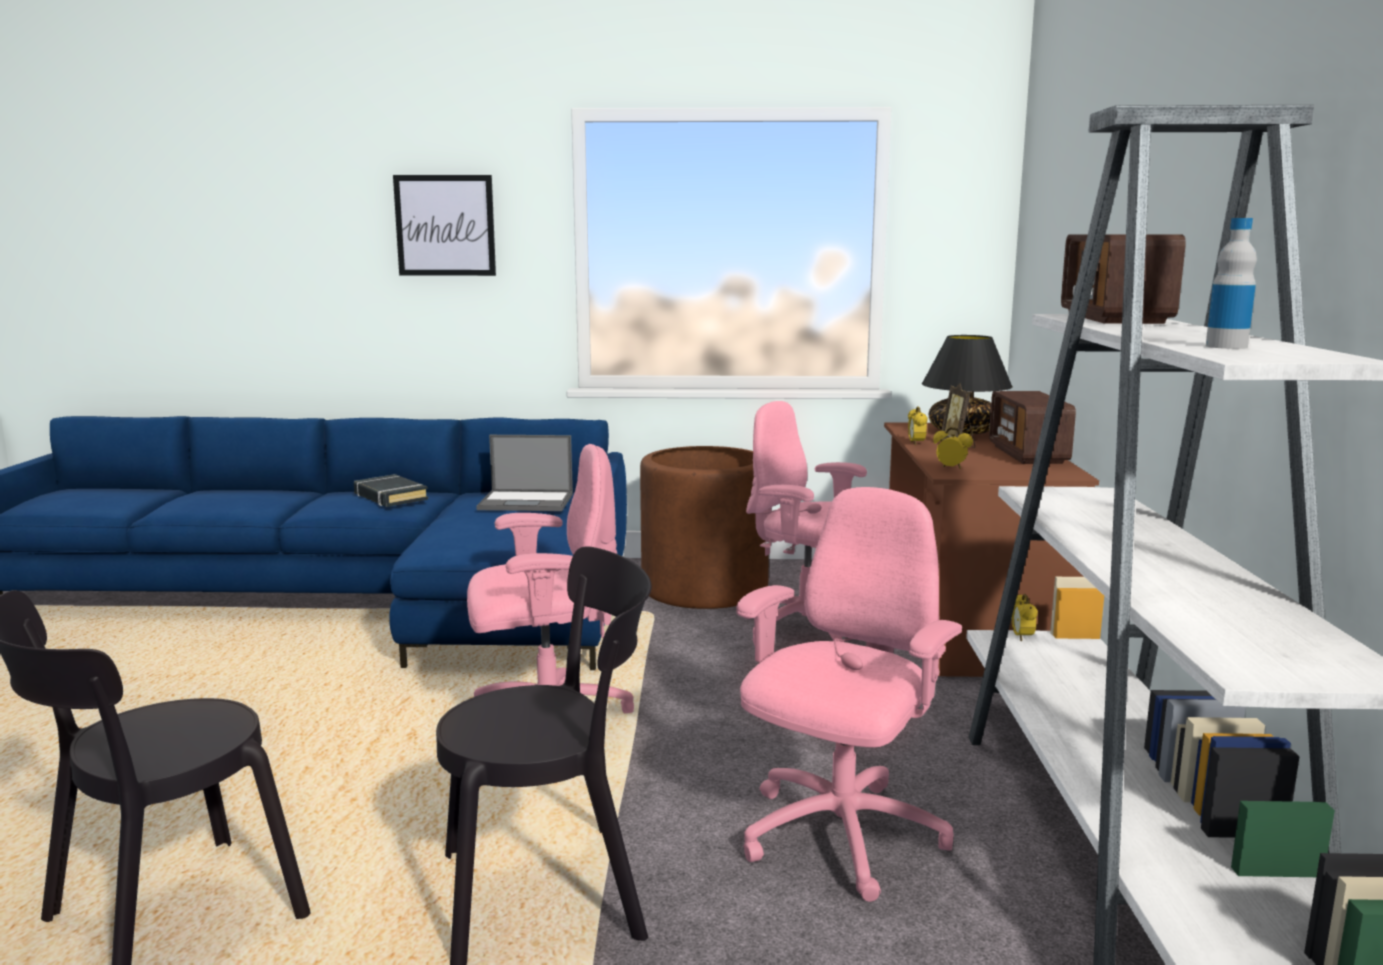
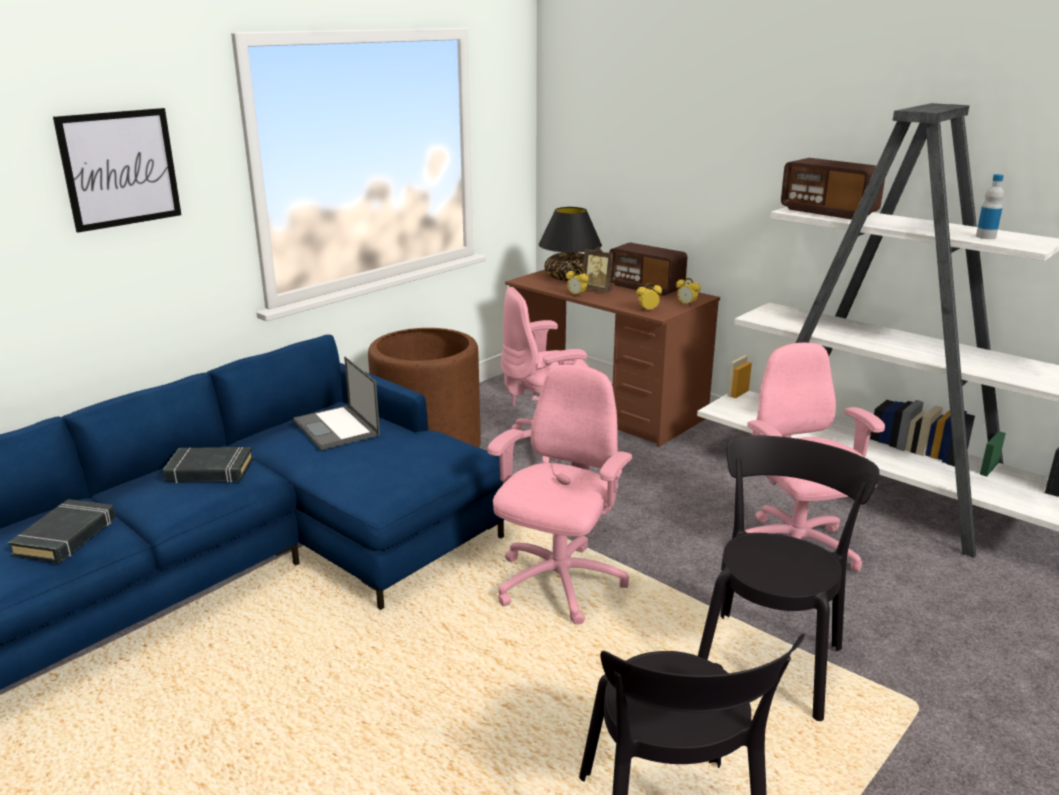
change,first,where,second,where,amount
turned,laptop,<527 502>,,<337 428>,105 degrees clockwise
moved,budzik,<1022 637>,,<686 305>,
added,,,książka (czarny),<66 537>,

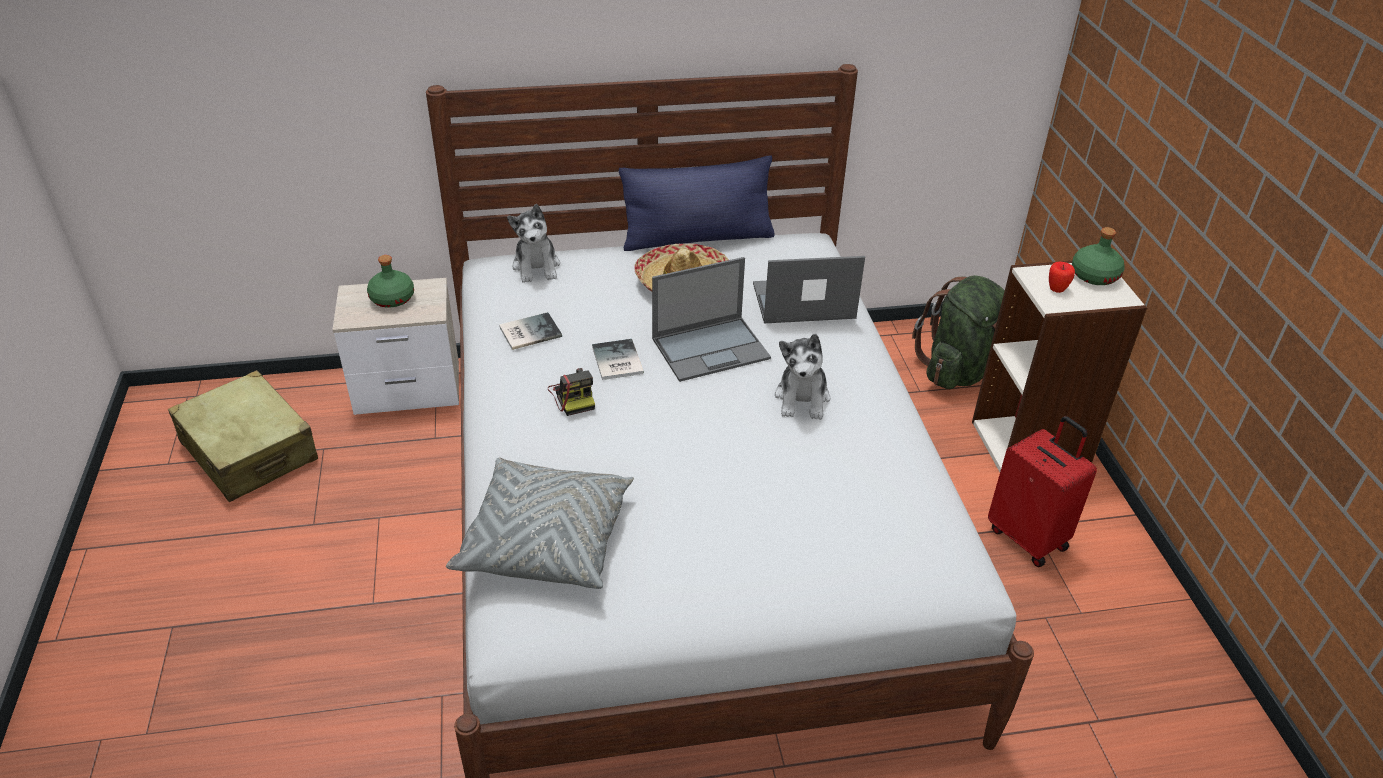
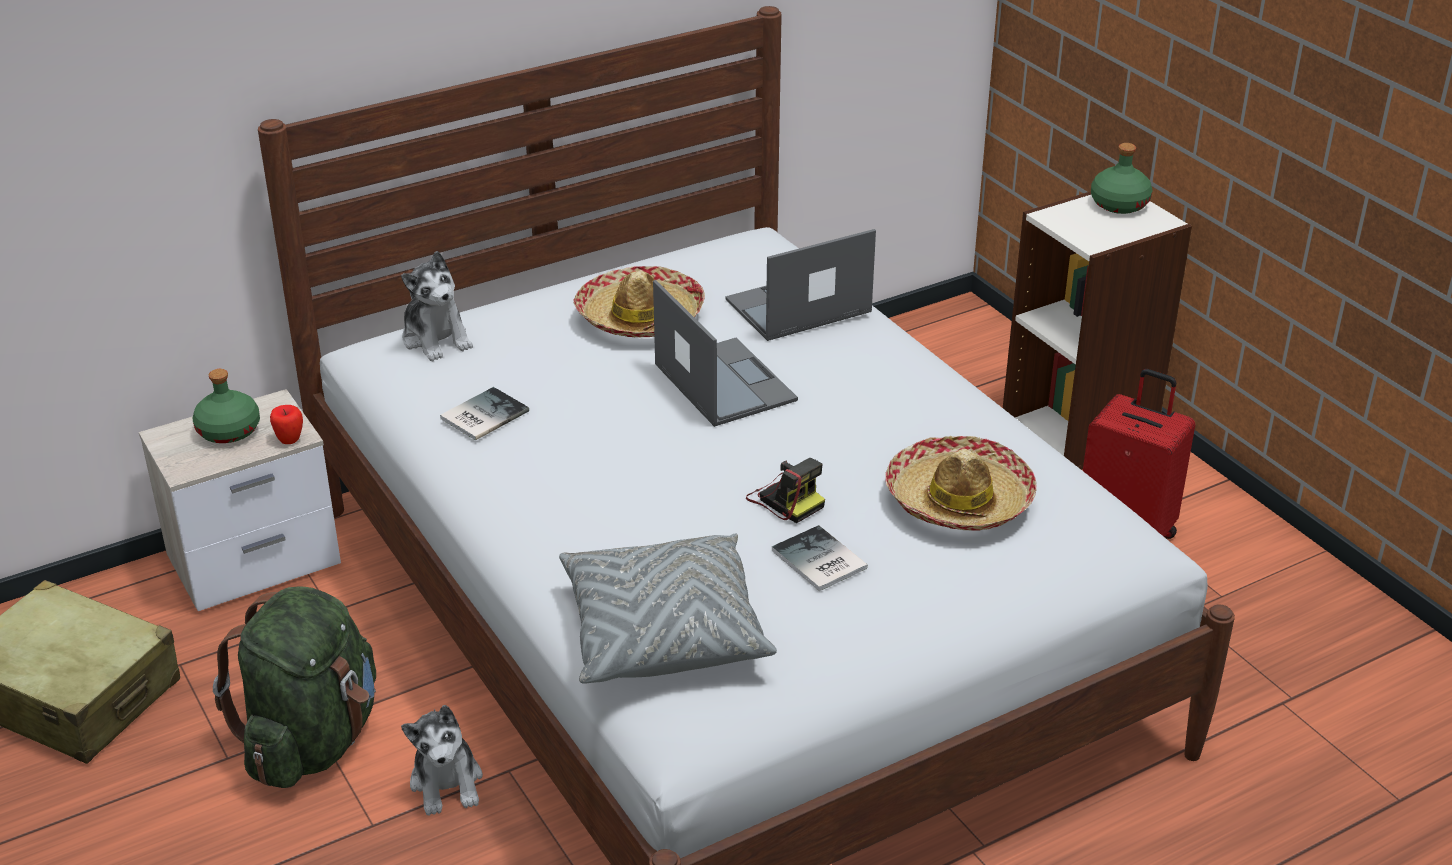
change,first,where,second,where,amount
moved,aparat fotograficzny,<573 396>,,<785 499>,
moved,książka,<616 361>,,<818 562>,
removed,poduszka (niebieski),<697 238>,,,
turned,laptop,<711 348>,,<723 382>,75 degrees counterclockwise
moved,pluszak,<802 398>,,<447 782>,
moved,plecak (zielony),<959 370>,,<313 741>,
moved,jabłko,<1057 289>,,<289 440>,
added,,,kapelusz,<959 500>,

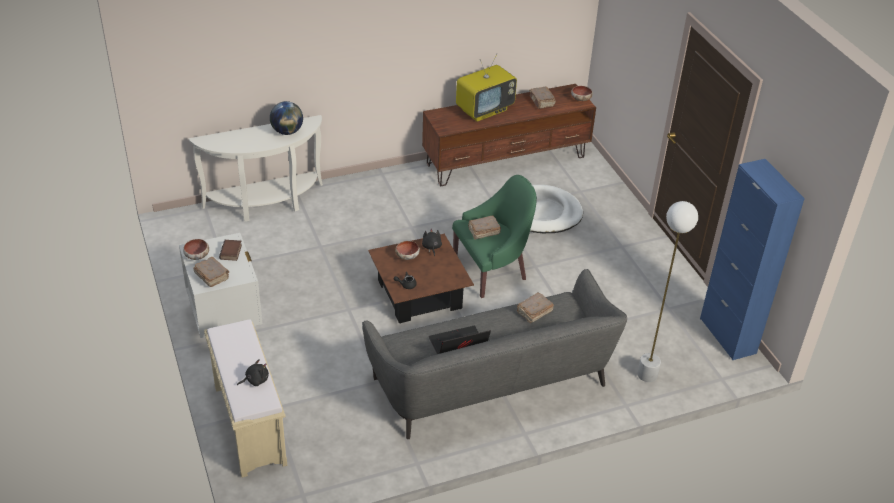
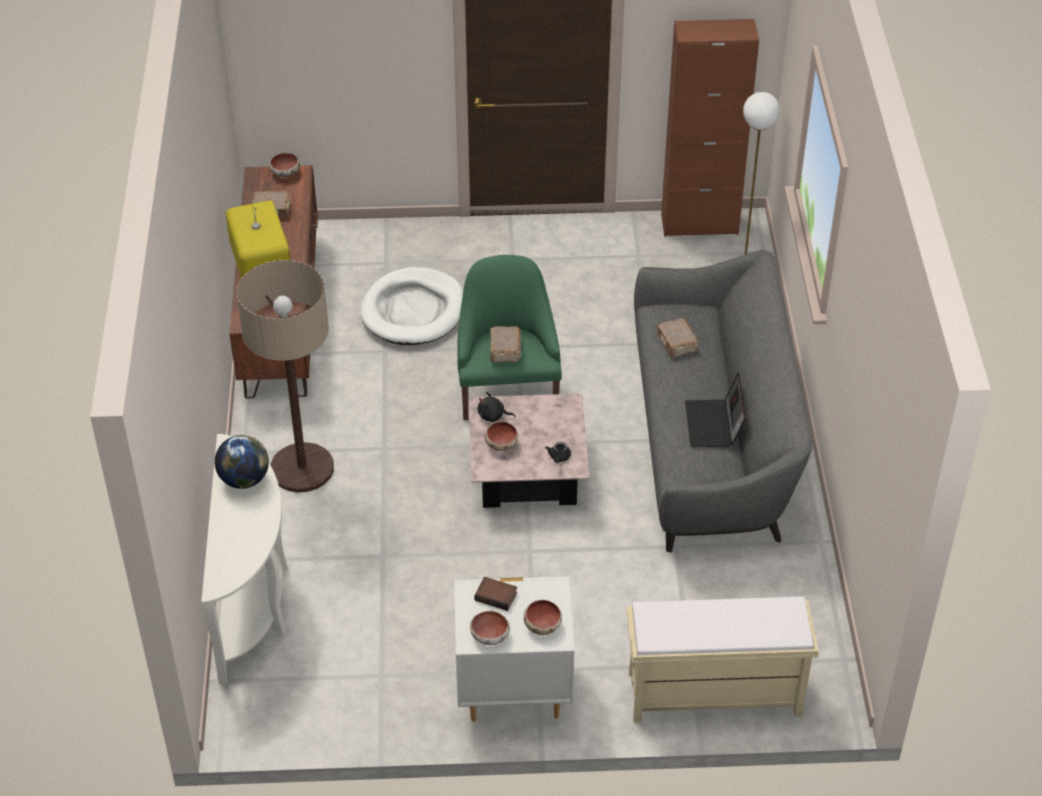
change,first,where,second,where,amount
replaced,książka (brązowy),<212 276>,miska,<542 625>,
removed,pluszak (czarny),<255 380>,,,
recoloured,ława (brązowy),<419 294>,ława (różowy),<527 472>,
recoloured,szafka (niebieski),<727 336>,szafka (brązowy),<699 224>,
added,,,lampa stojąca,<302 468>,

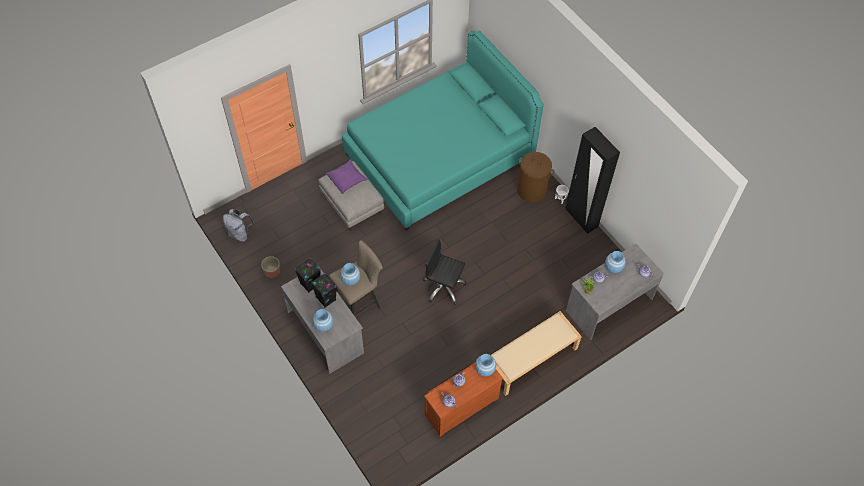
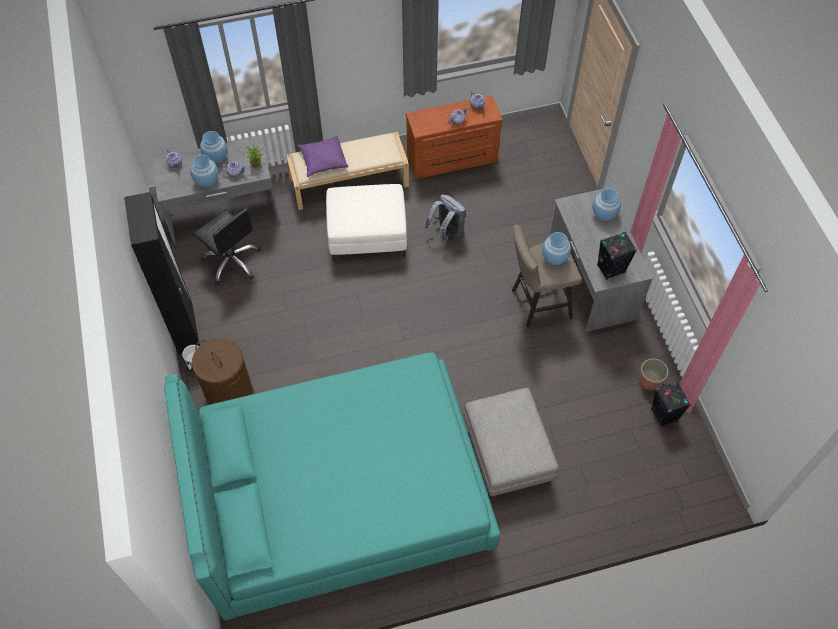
change,first,where,second,where,amount
moved,plecak (szary),<240 233>,,<447 232>,
moved,głośnik (czarny),<325 299>,,<664 415>,
moved,poduszka (fioletowy),<346 179>,,<323 160>,
moved,krzesło biurowe (czarny),<443 287>,,<232 261>,
moved,wazon (niebieski),<485 369>,,<216 157>,
added,,,pufa (biały),<367 234>,

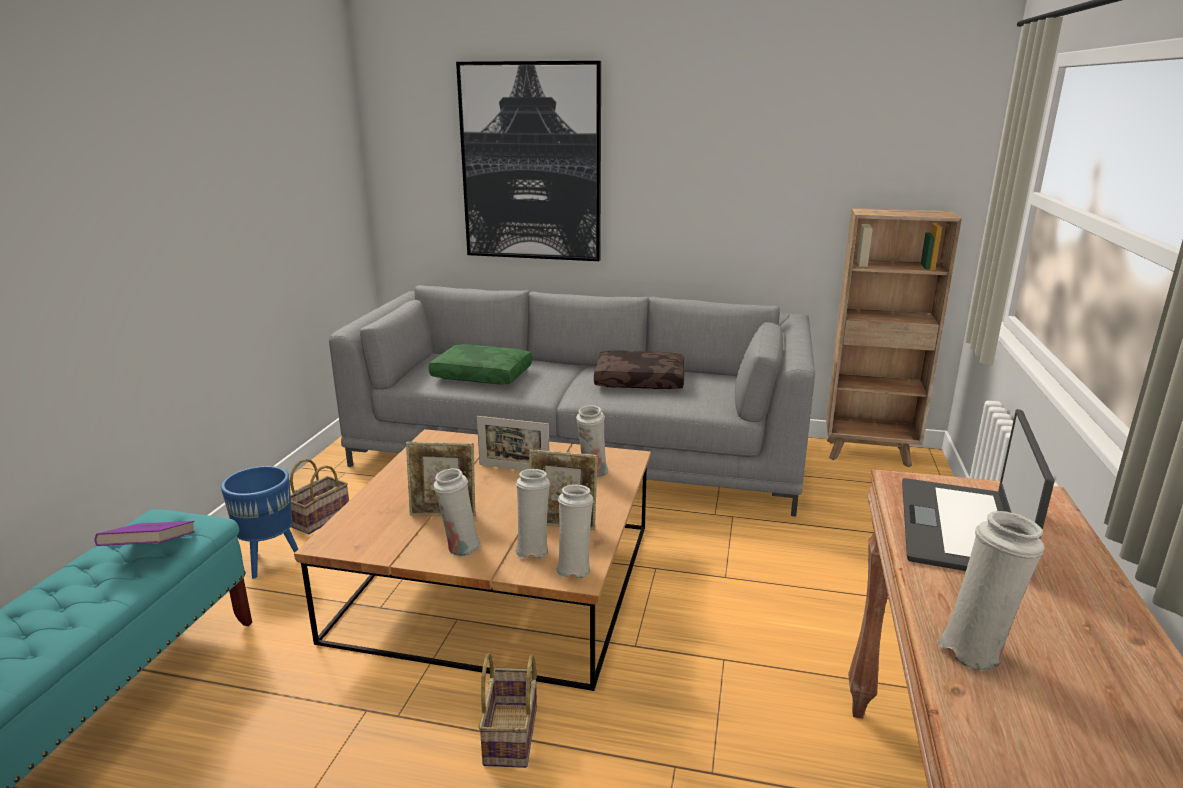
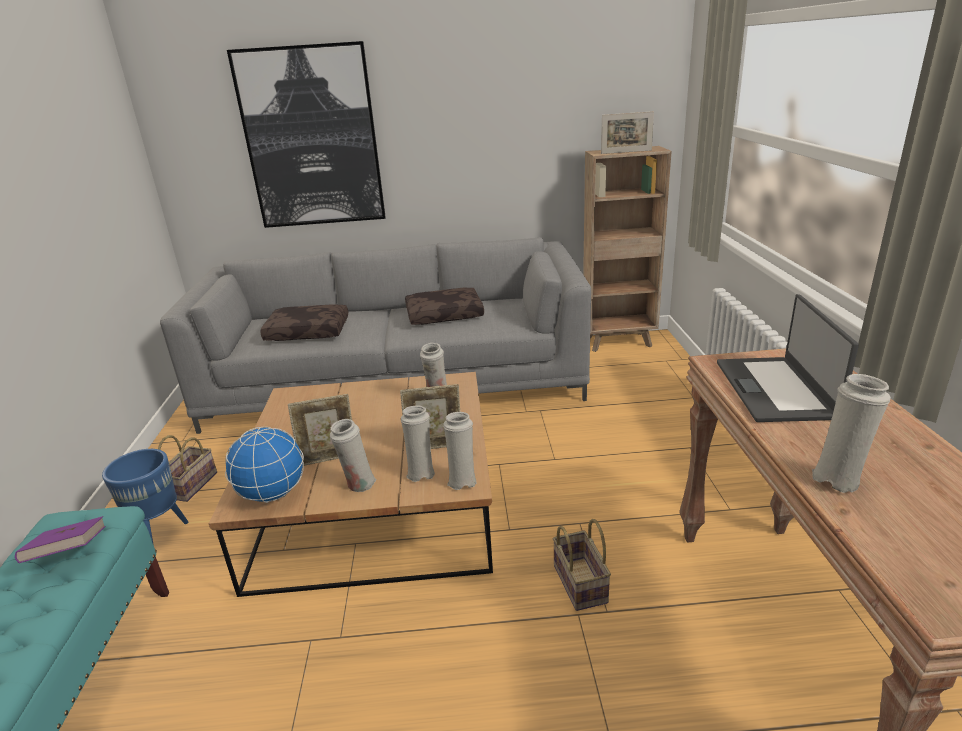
change,first,where,second,where,amount
recoloured,poduszka (zielony),<483 375>,poduszka (brązowy),<309 331>,
moved,ramka na zdjęcie,<514 468>,,<626 152>,
moved,koszyk,<512 736>,,<582 584>,
added,,,globus,<273 494>,

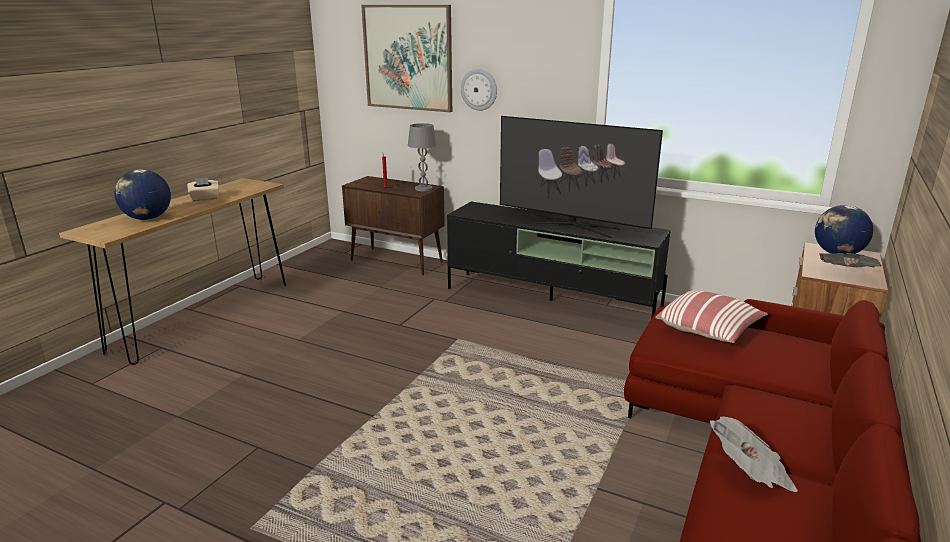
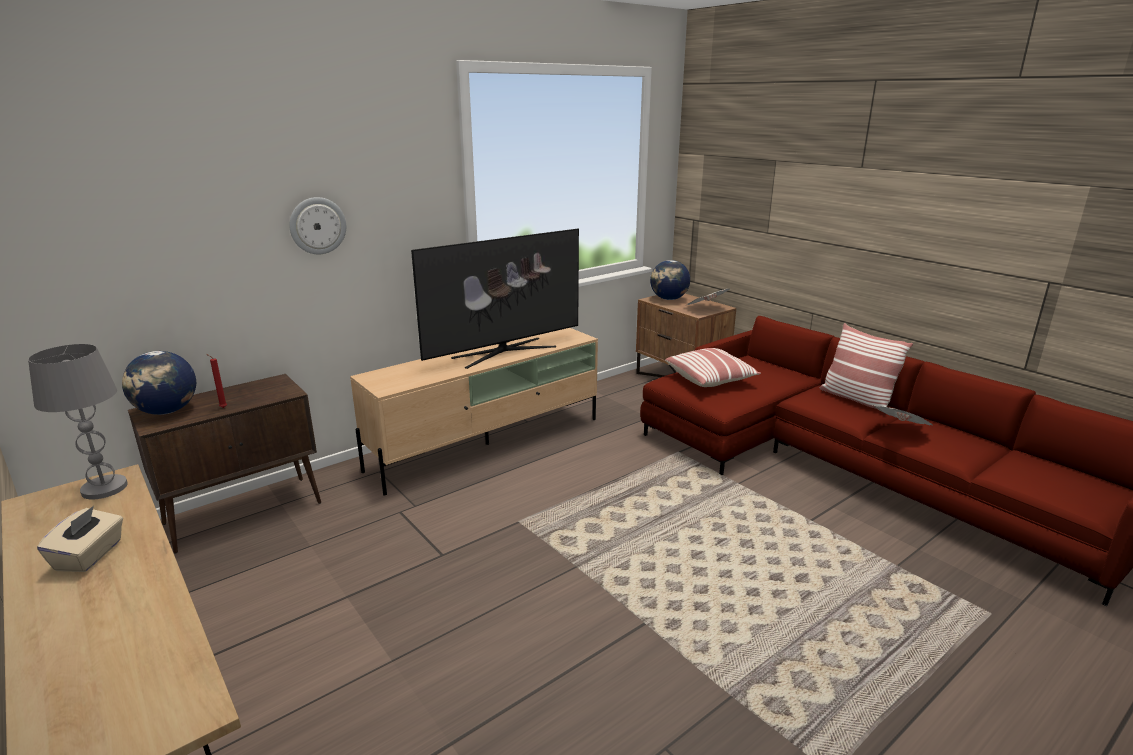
change,first,where,second,where,amount
moved,globus,<147 218>,,<167 411>,
removed,obraz,<408 58>,,,
moved,lampa stołowa (szary),<423 189>,,<105 488>,
recoloured,szafka pod telewizor (czarny),<552 300>,szafka pod telewizor (beżowy),<489 443>,
added,,,poduszka,<856 399>,

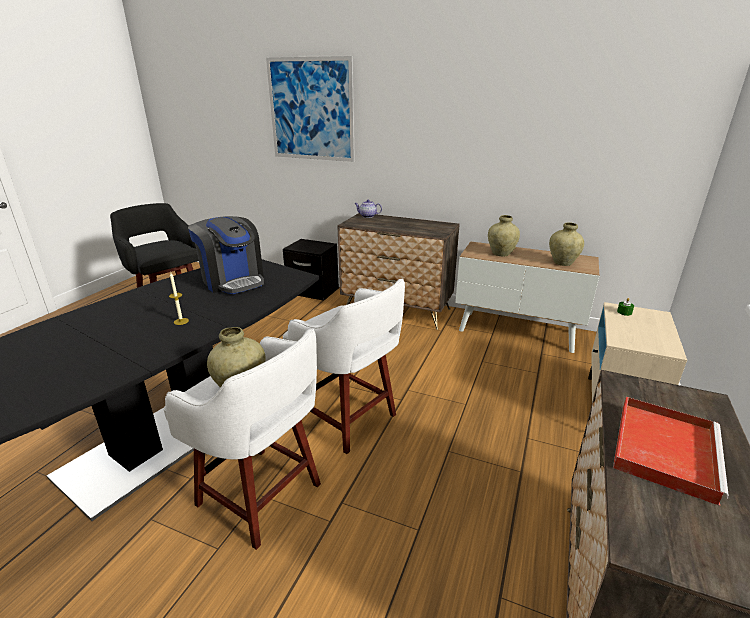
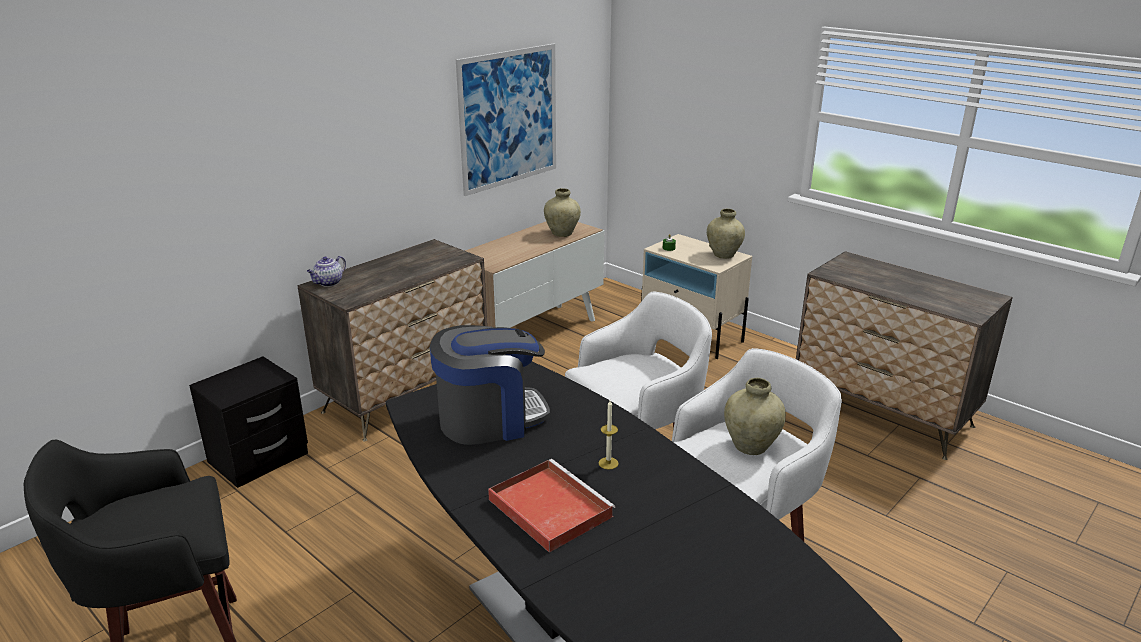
change,first,where,second,where,amount
moved,obraz,<311 110>,,<509 118>,
moved,wazon (beżowy),<501 253>,,<723 255>,
moved,taca (czerwony),<664 448>,,<548 507>,

